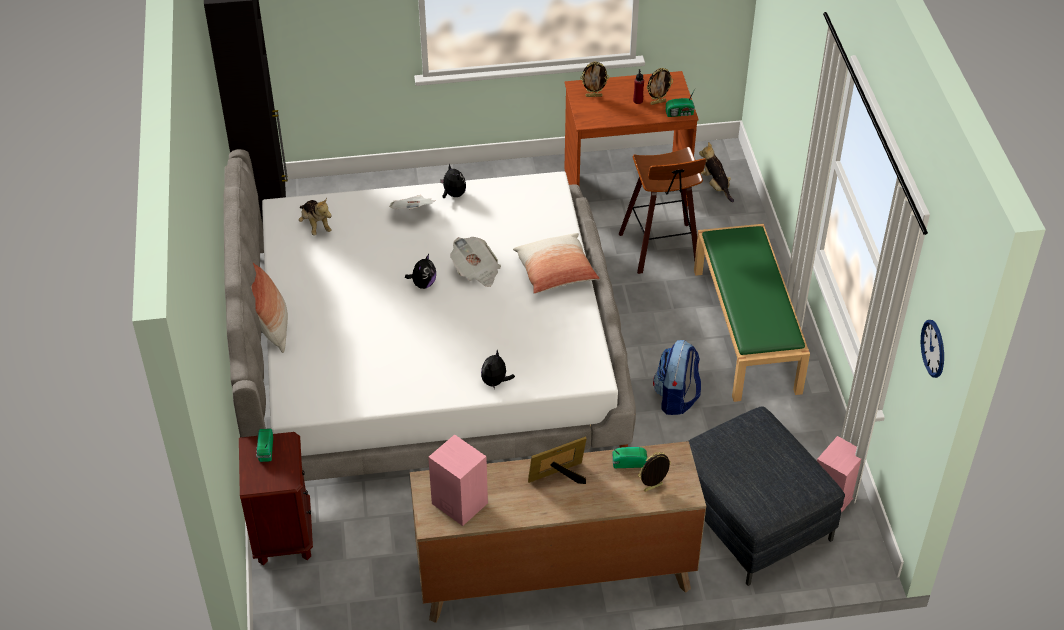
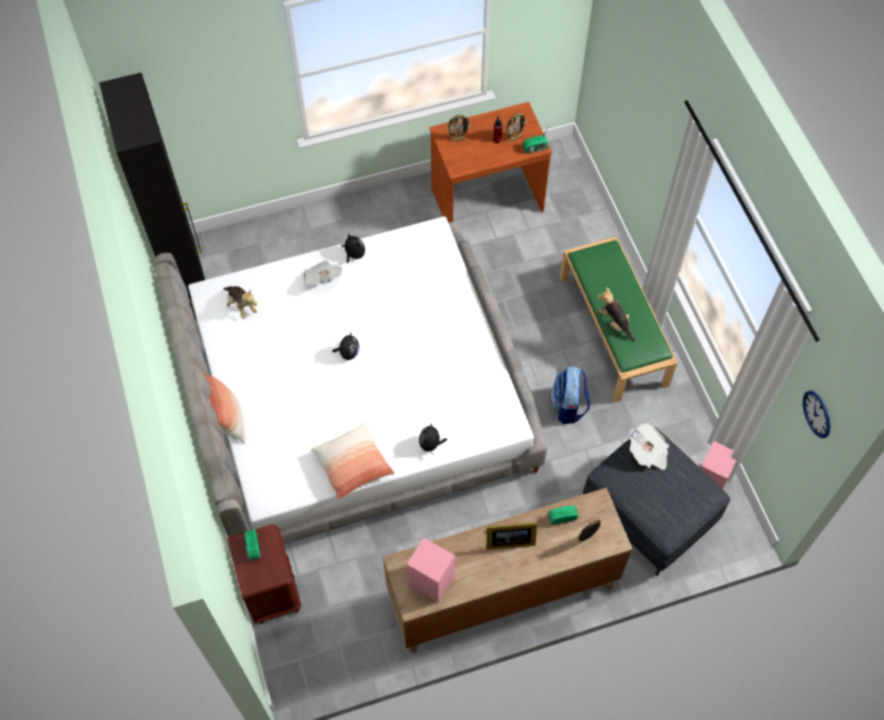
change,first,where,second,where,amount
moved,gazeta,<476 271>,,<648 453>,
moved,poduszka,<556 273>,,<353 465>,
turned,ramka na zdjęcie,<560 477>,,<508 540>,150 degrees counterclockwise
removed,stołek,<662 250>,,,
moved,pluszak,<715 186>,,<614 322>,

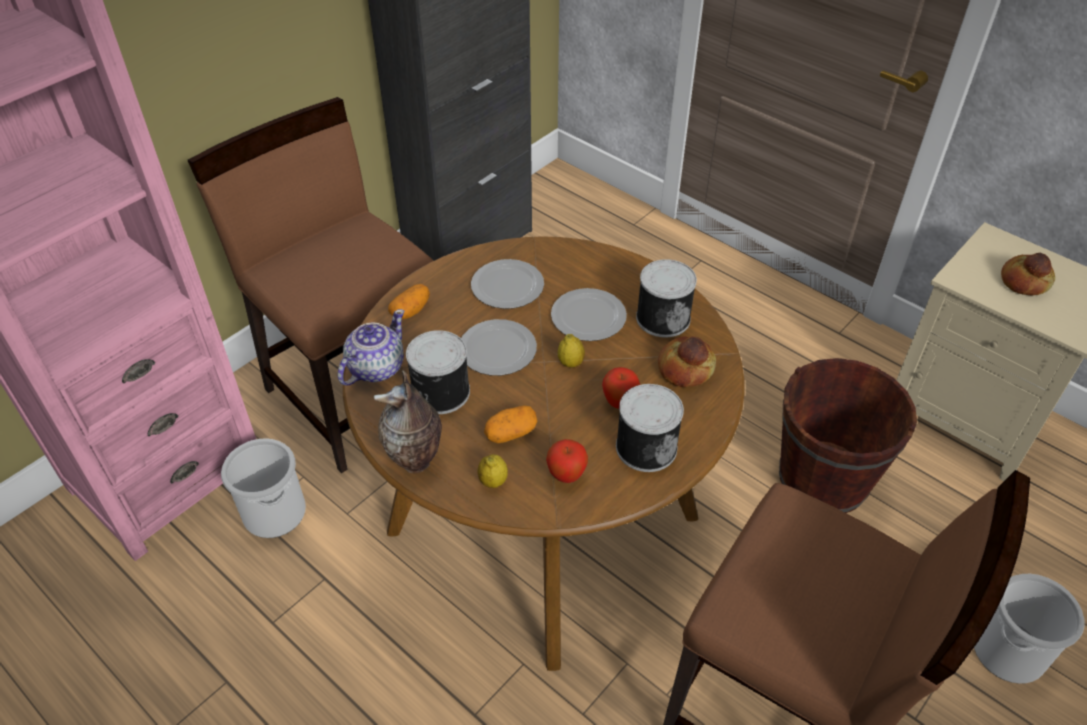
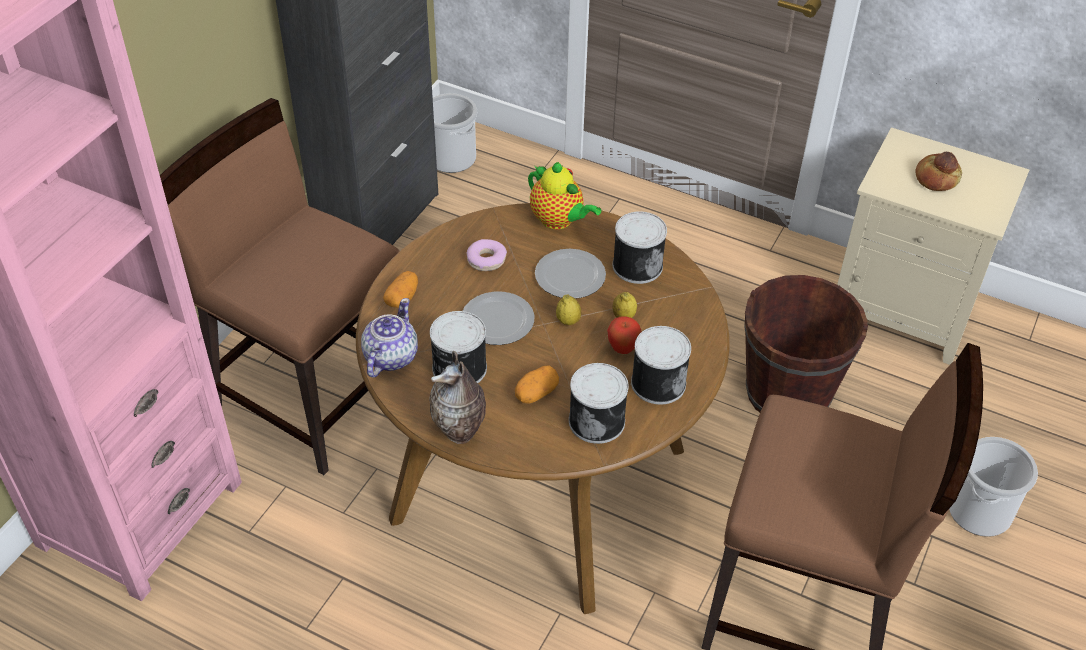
change,first,where,second,where,amount
moved,wiadro,<274 512>,,<451 158>,
replaced,talerz,<508 287>,donut,<486 260>,
moved,cytryna,<493 481>,,<623 316>,
replaced,jabłko,<566 475>,puszka,<597 420>,
removed,chleb,<685 368>,,,
added,,,imbryk,<559 221>,

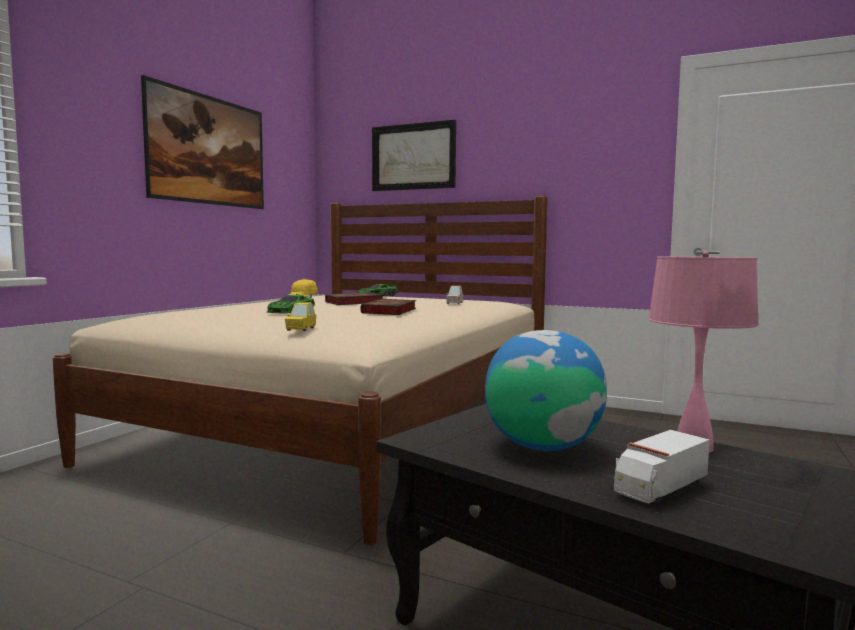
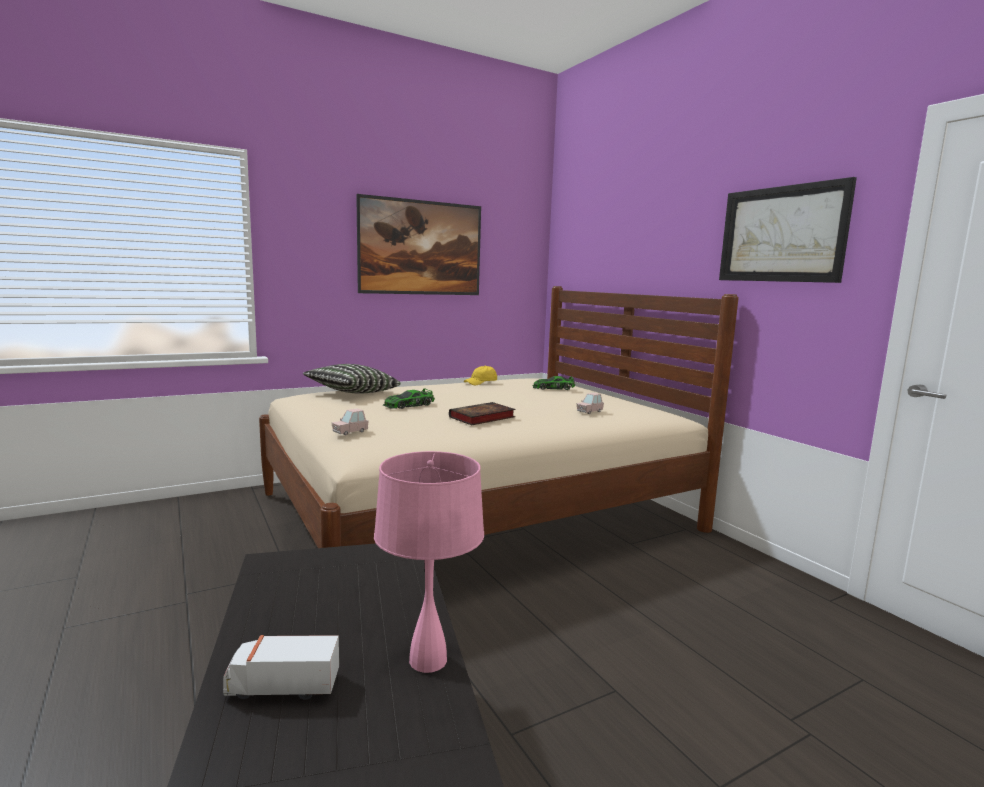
change,first,where,second,where,amount
recoloured,samochodzik (żółty),<301 329>,samochodzik (różowy),<350 432>,
removed,książka,<353 303>,,,
moved,obraz,<413 157>,,<781 234>,
removed,globus,<542 446>,,,
added,,,poduszka,<352 393>,

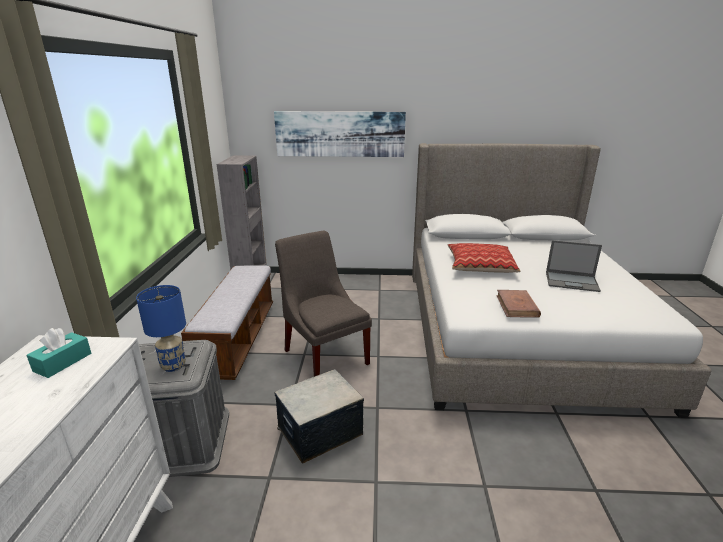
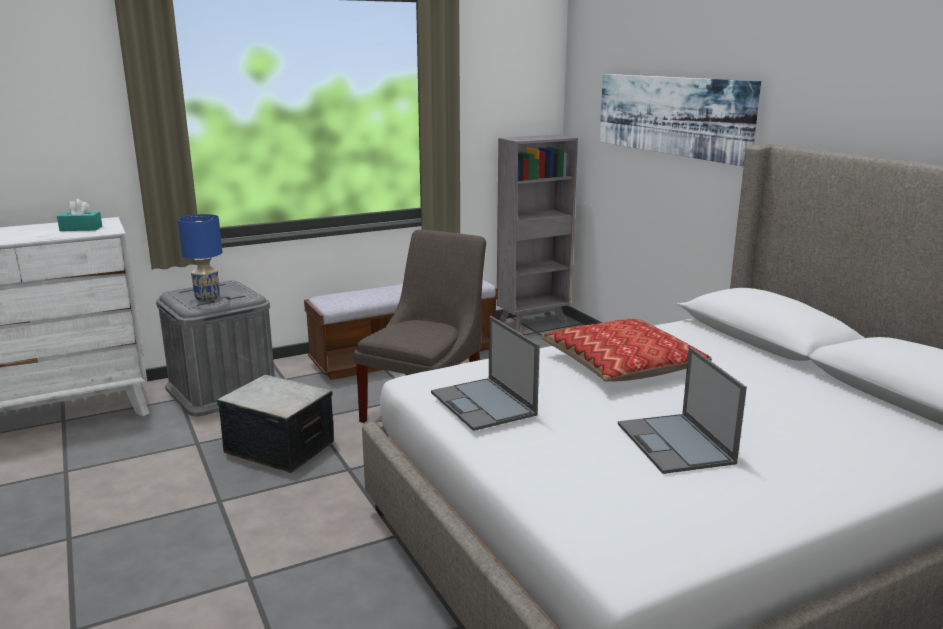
change,first,where,second,where,amount
replaced,książka (brązowy),<517 306>,laptop,<484 404>,

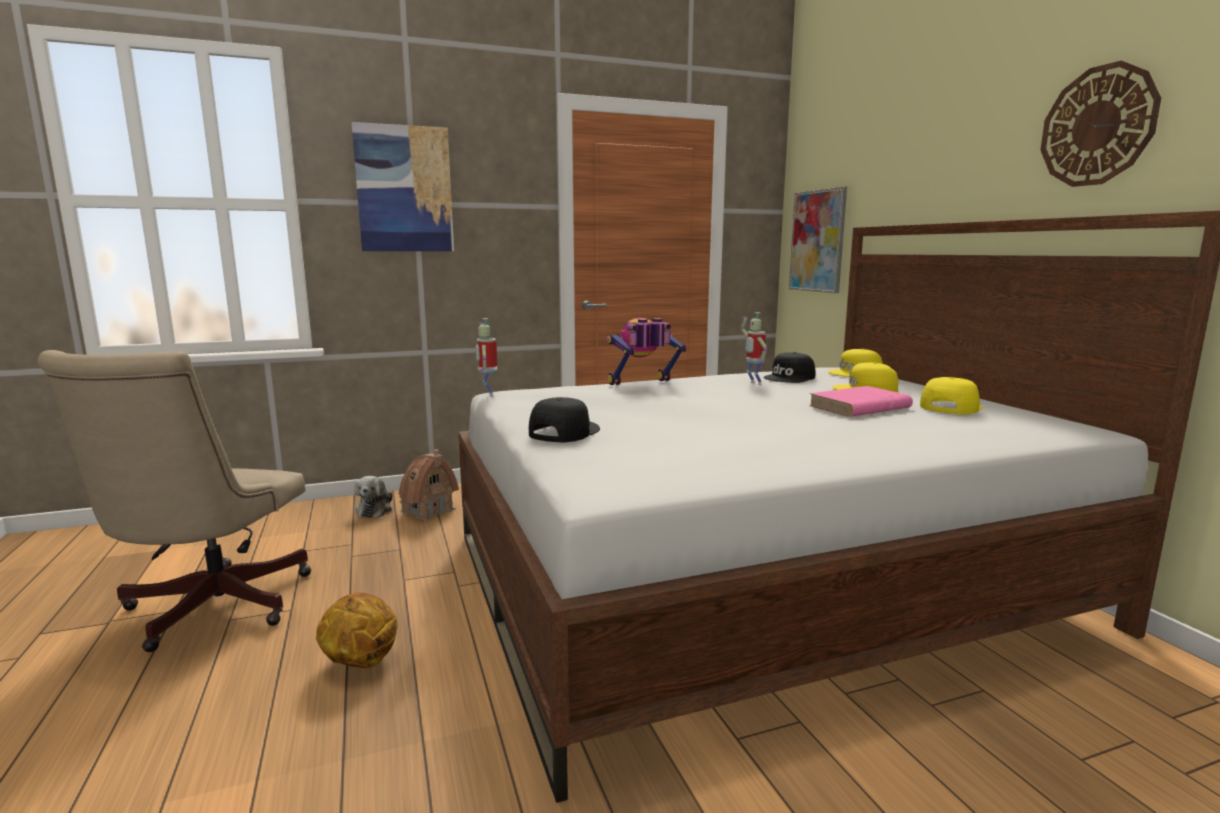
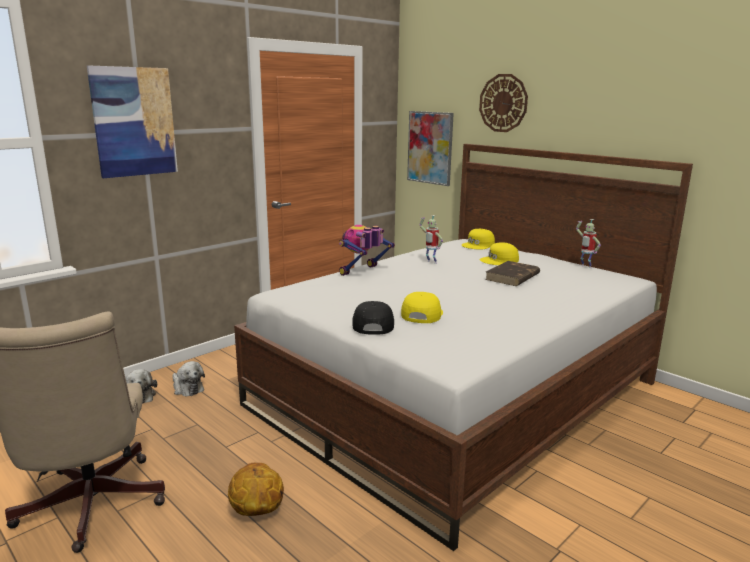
change,first,where,second,where,amount
replaced,domek,<428 511>,pluszak,<187 388>,
moved,robot zabawkowy,<488 394>,,<585 267>,
removed,czapka z daszkiem (czarny),<790 378>,,,
recoloured,książka (różowy),<859 407>,książka (brązowy),<512 277>,
moved,czapka z daszkiem (żółty),<949 406>,,<421 314>,
moved,zegar ścienny,<1097 126>,,<503 103>,

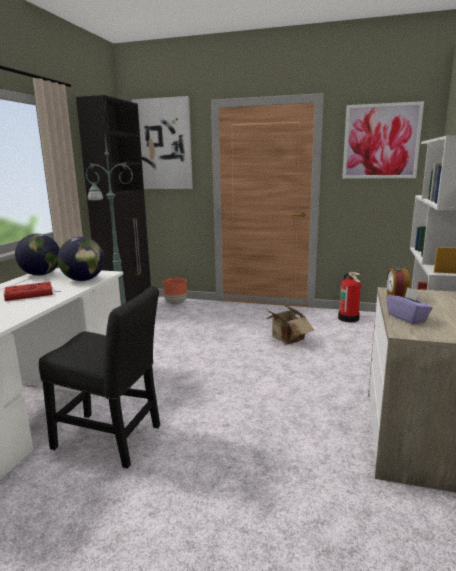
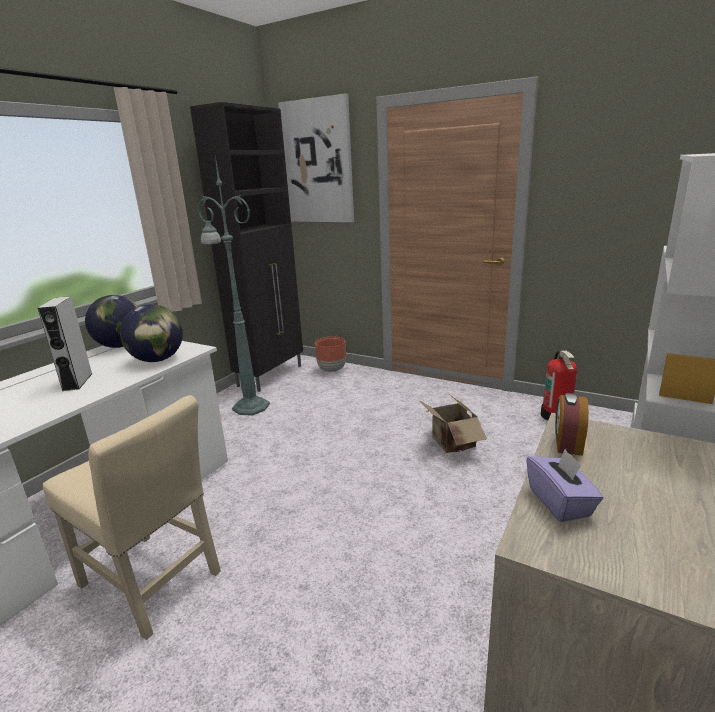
change,first,where,second,where,amount
replaced,książka (czerwony),<31 294>,głośnik (szary),<77 382>,
recoloured,krzesło (czarny),<112 439>,krzesło (beżowy),<153 583>,
removed,obraz,<381 141>,,,

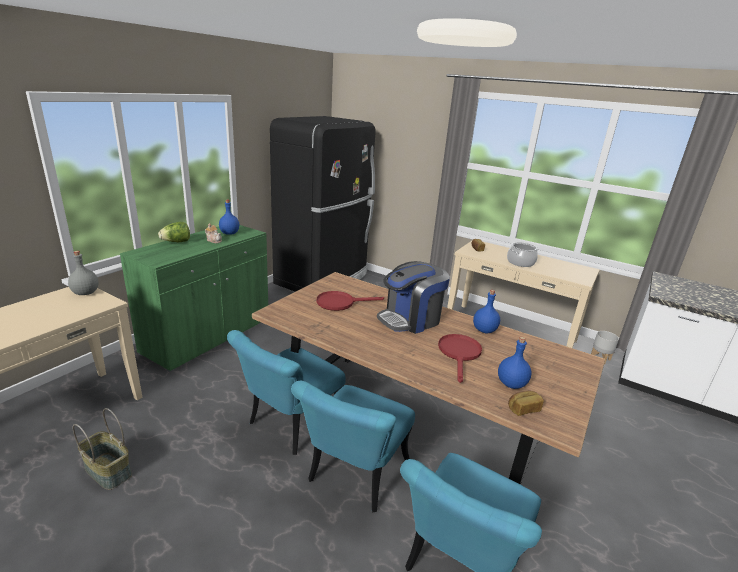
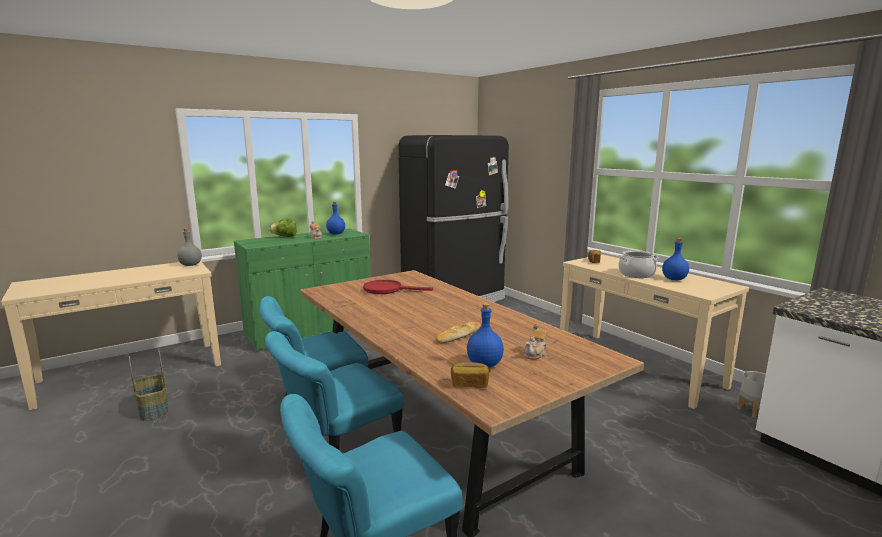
change,first,where,second,where,amount
removed,ekspres do kawy,<410 319>,,,
replaced,patelnia (czerwony),<459 354>,chleb,<458 335>,
moved,butelka (niebieski),<484 330>,,<673 279>,
added,,,imbryk,<535 354>,

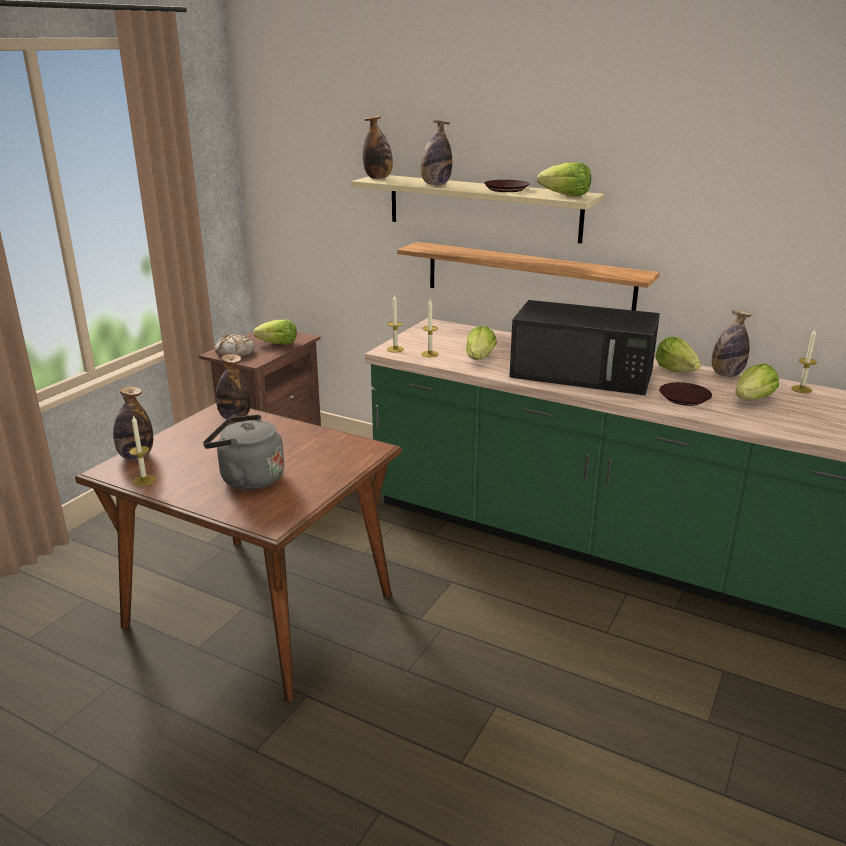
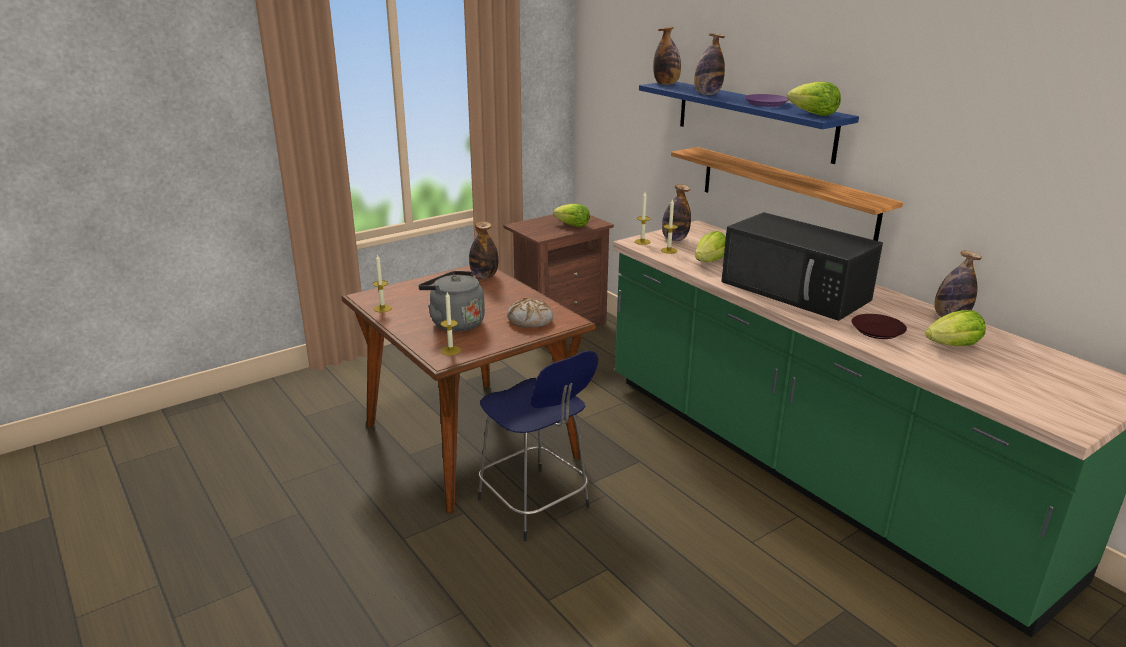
change,first,where,second,where,amount
moved,butelka,<136 456>,,<674 239>,
moved,chleb,<235 352>,,<530 320>,
recoloured,półka (beżowy),<483 207>,półka (niebieski),<753 120>,
recoloured,talerz (brązowy),<505 189>,talerz (fioletowy),<765 103>,
removed,sałata,<675 370>,,,
moved,świeca,<801 389>,,<450 350>,
added,,,stołek (niebieski),<535 506>,

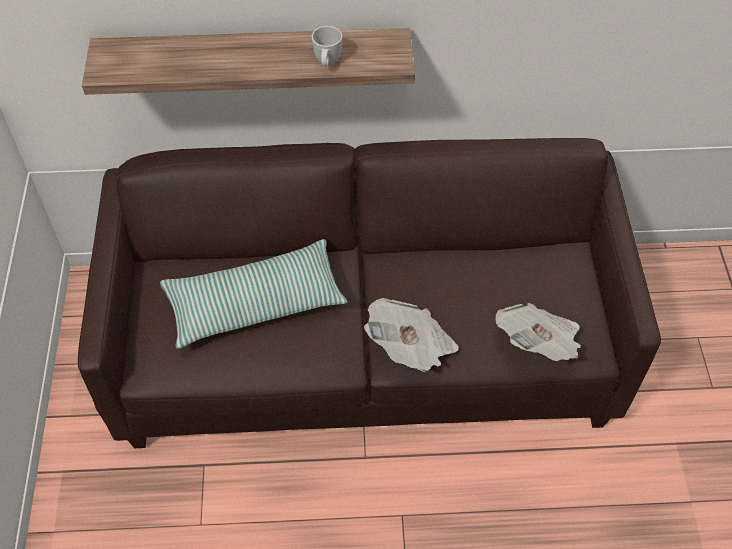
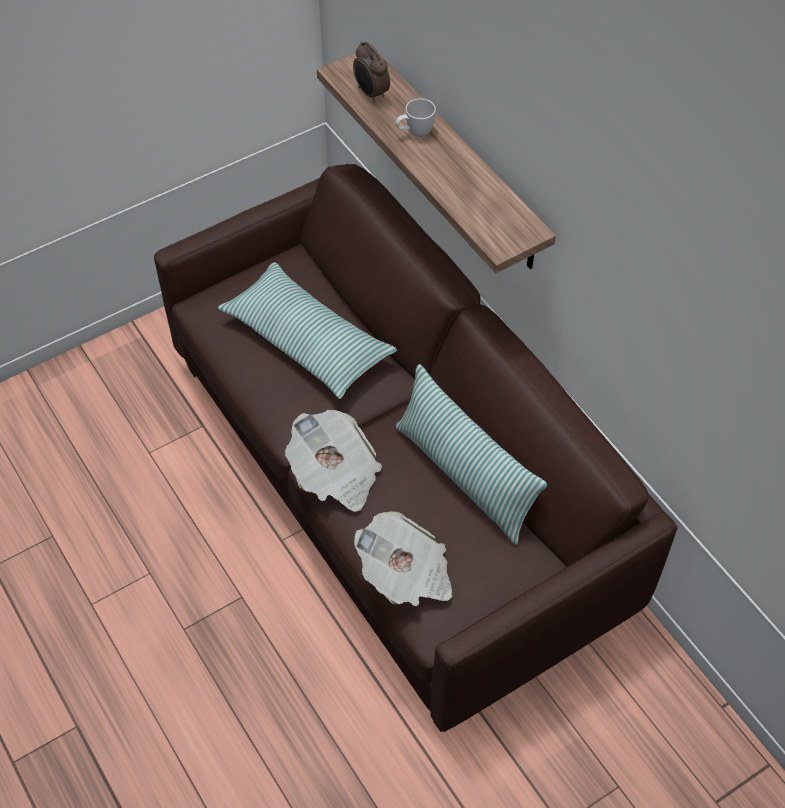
change,first,where,second,where,amount
moved,kubek (biały),<327 63>,,<414 133>,
added,,,budzik,<371 94>,
added,,,poduszka,<464 477>,

